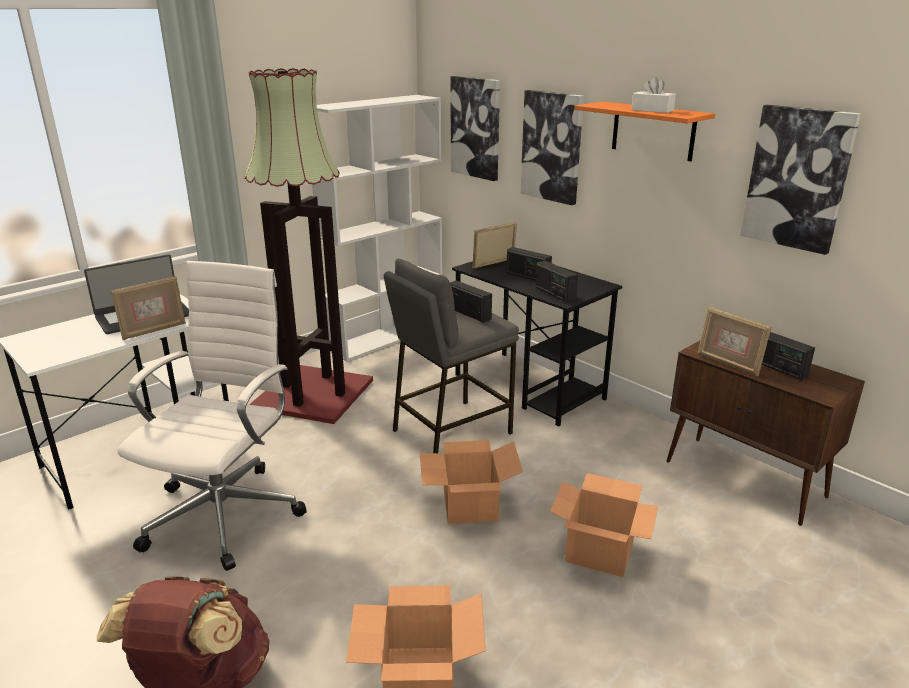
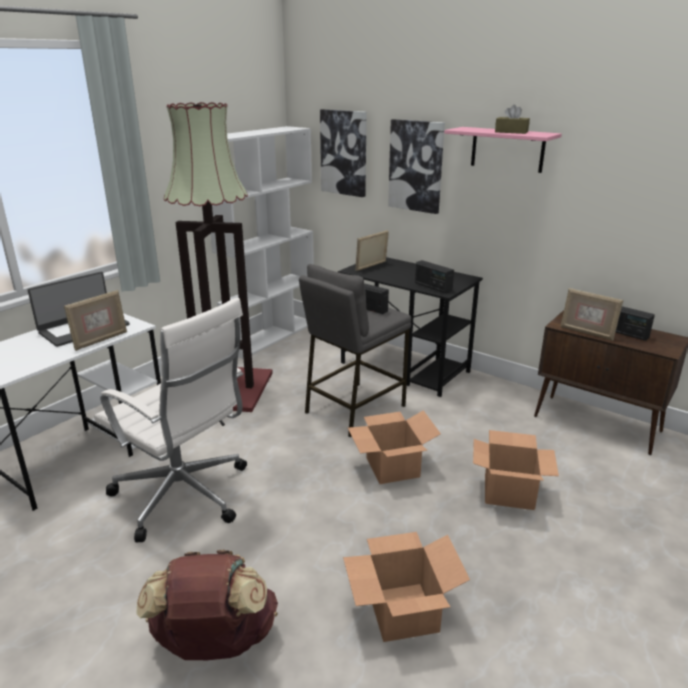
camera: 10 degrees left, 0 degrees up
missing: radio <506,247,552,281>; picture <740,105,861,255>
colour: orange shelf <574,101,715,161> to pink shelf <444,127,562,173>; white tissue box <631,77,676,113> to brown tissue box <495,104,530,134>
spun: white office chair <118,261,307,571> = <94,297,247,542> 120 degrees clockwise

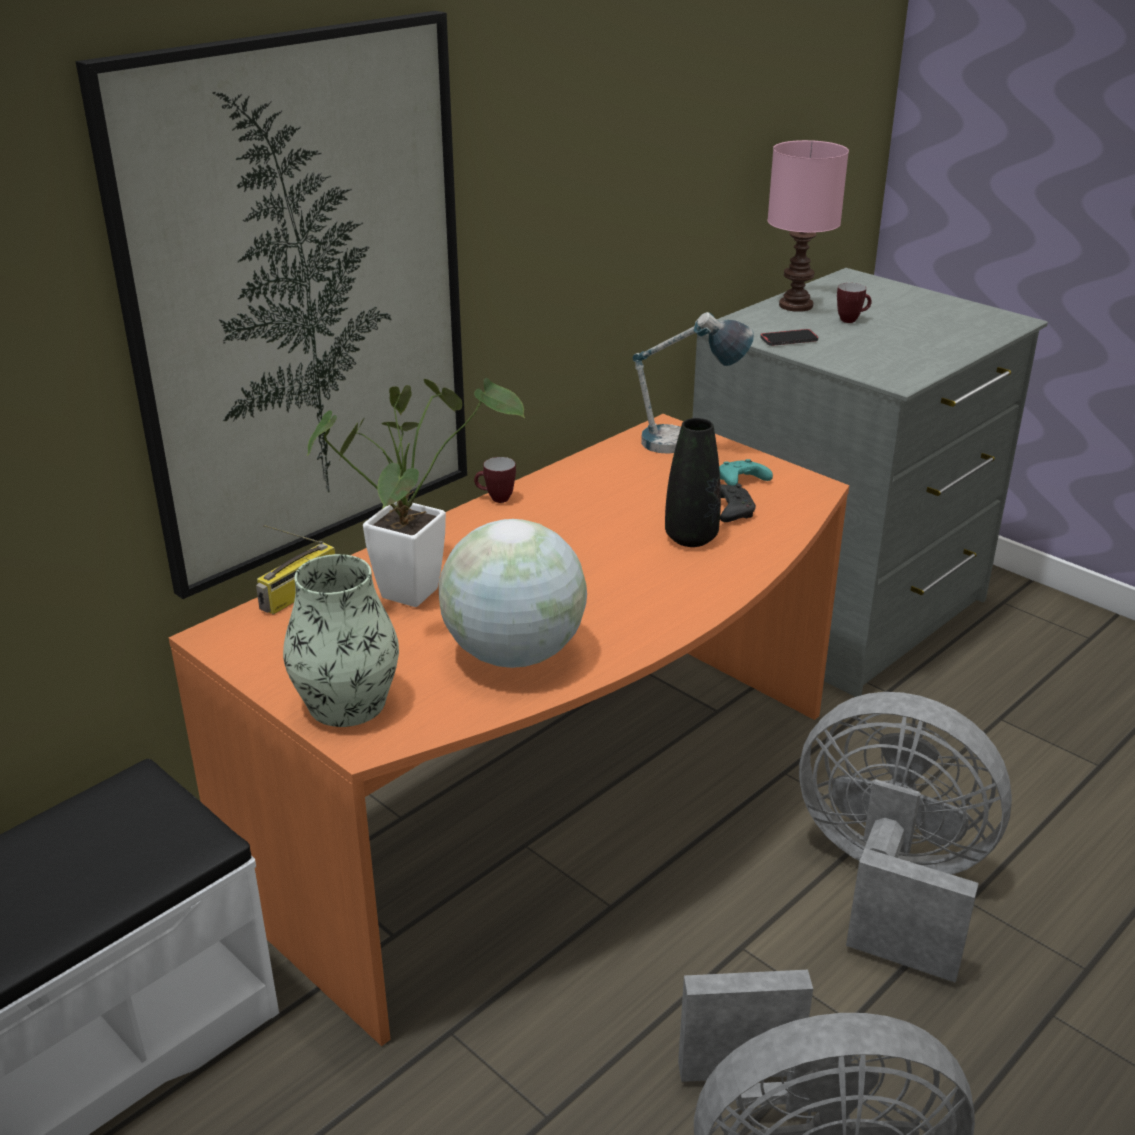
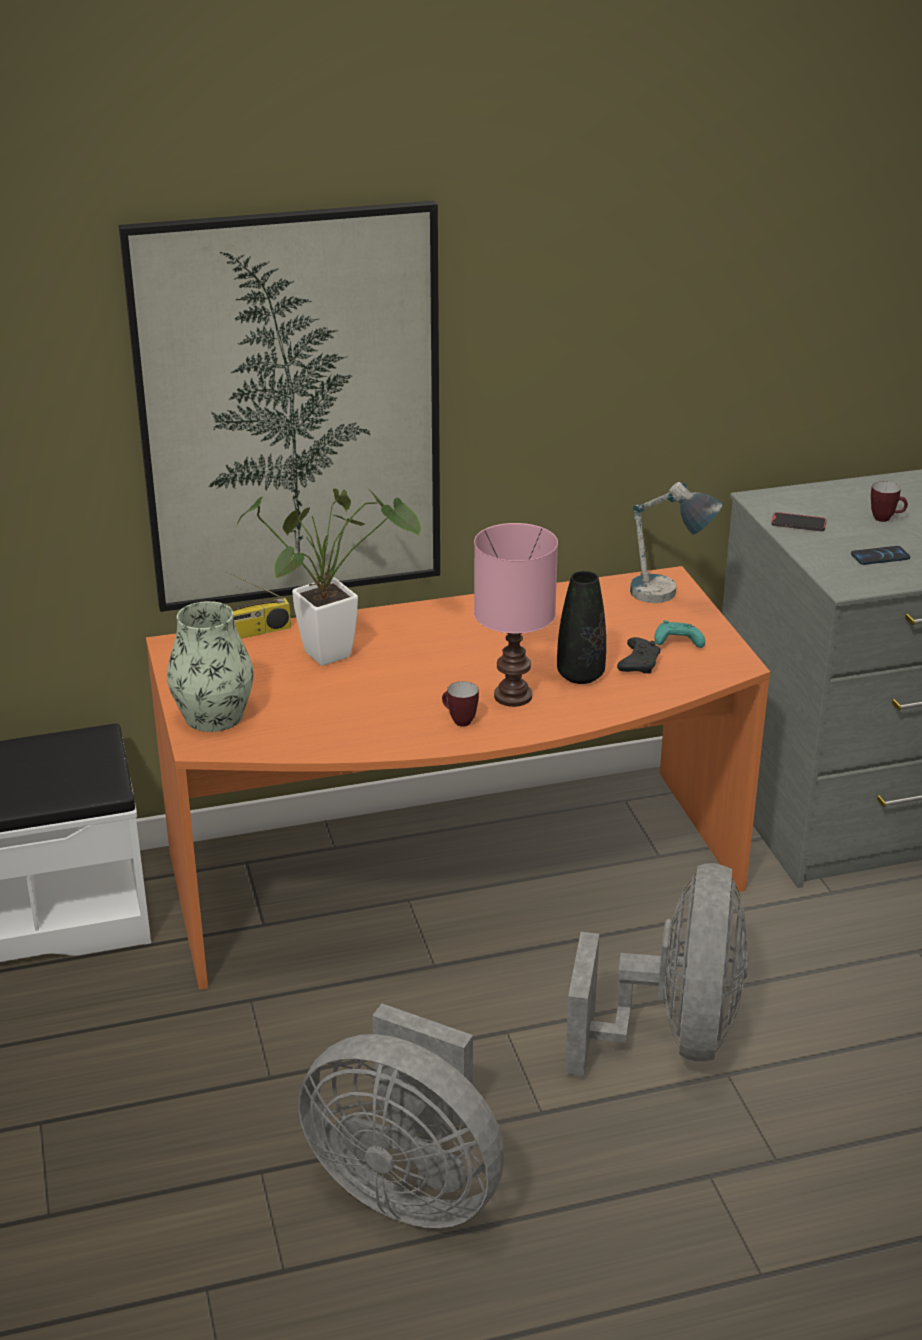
camera: 30 degrees right, 0 degrees up
missing: globe <439,519,587,668>
appeared: phone <851,546,910,565>
relocated: mug <474,457,516,503> to <442,681,479,727>; pink table lamp <767,140,849,312> to <474,523,558,707>
spun: grey fan <799,692,1012,983> = <565,863,749,1076> 45 degrees clockwise

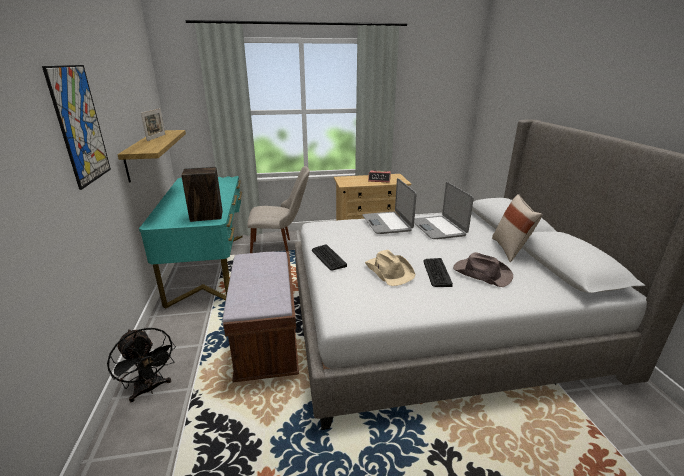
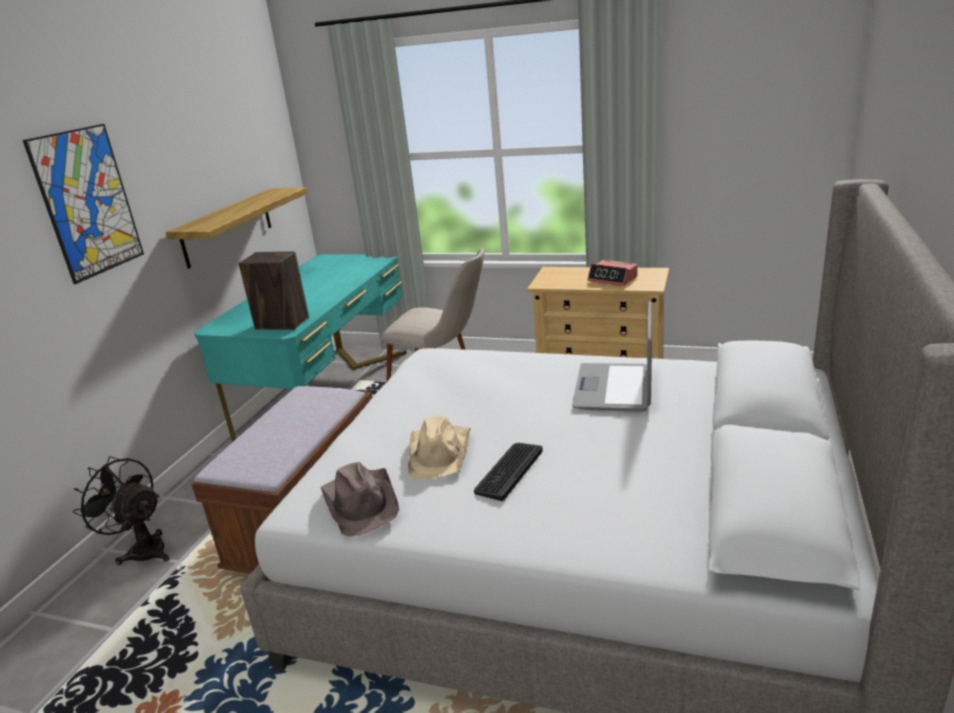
camera: 30 degrees right, 0 degrees up
missing: picture frame <141,108,165,141>; keyboard <312,244,347,270>; laptop <362,178,417,234>; beige pillow <492,194,543,262>
relocated: brown hat <453,252,513,287> to <321,462,399,536>
spun: black fan <107,328,176,402> = <73,456,169,565> 135 degrees clockwise

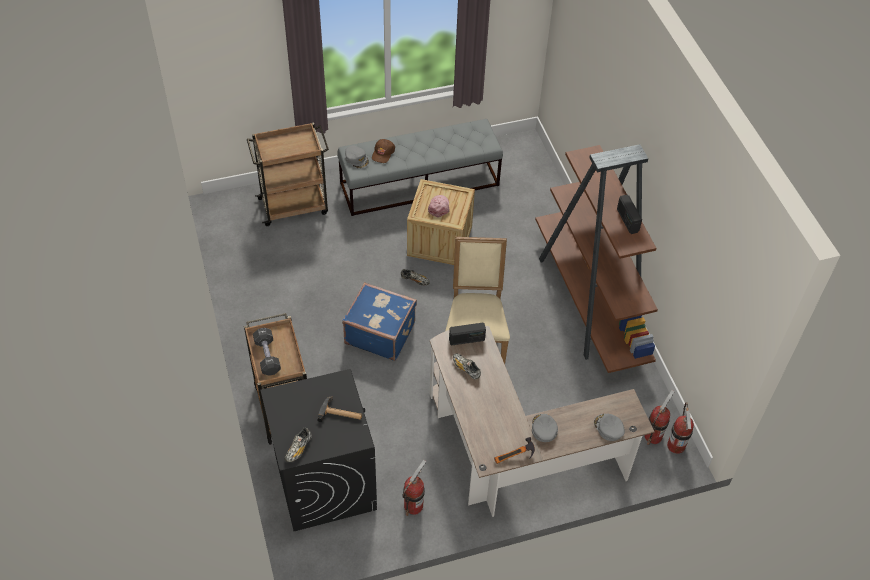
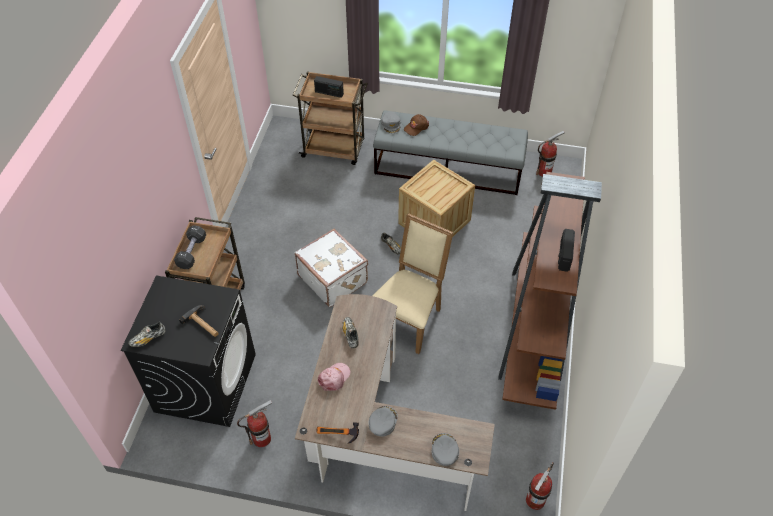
camera: 30 degrees right, 0 degrees up
relocated: pink cap <428,195,450,218> to <318,363,350,391>; radio <449,323,486,345> to <314,76,344,98>; fire extinguisher <644,390,675,445> to <536,131,565,177>
colour: blue suitcase <342,282,417,361> to white suitcase <295,228,368,307>

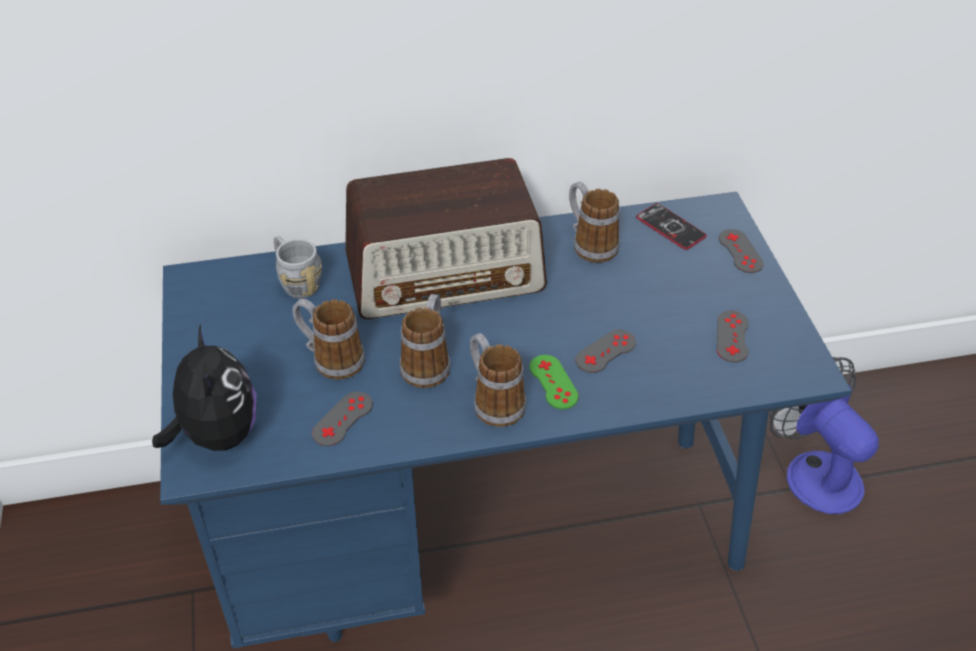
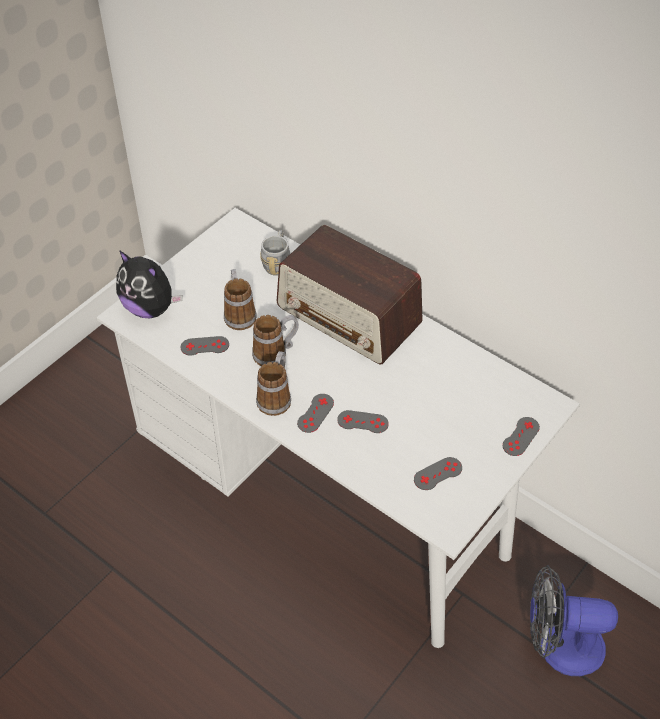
camera: 50 degrees right, 5 degrees up
missing: mug <569,181,620,263>; phone <636,203,707,250>
colour: blue desk <160,192,852,648> to white desk <96,208,580,648>; green game controller <529,355,579,409> to grey game controller <297,394,334,433>
spun: plush toy <152,325,256,451> = <116,250,182,318> 90 degrees clockwise; fan <770,357,879,514> = <530,565,618,676> 105 degrees counterclockwise

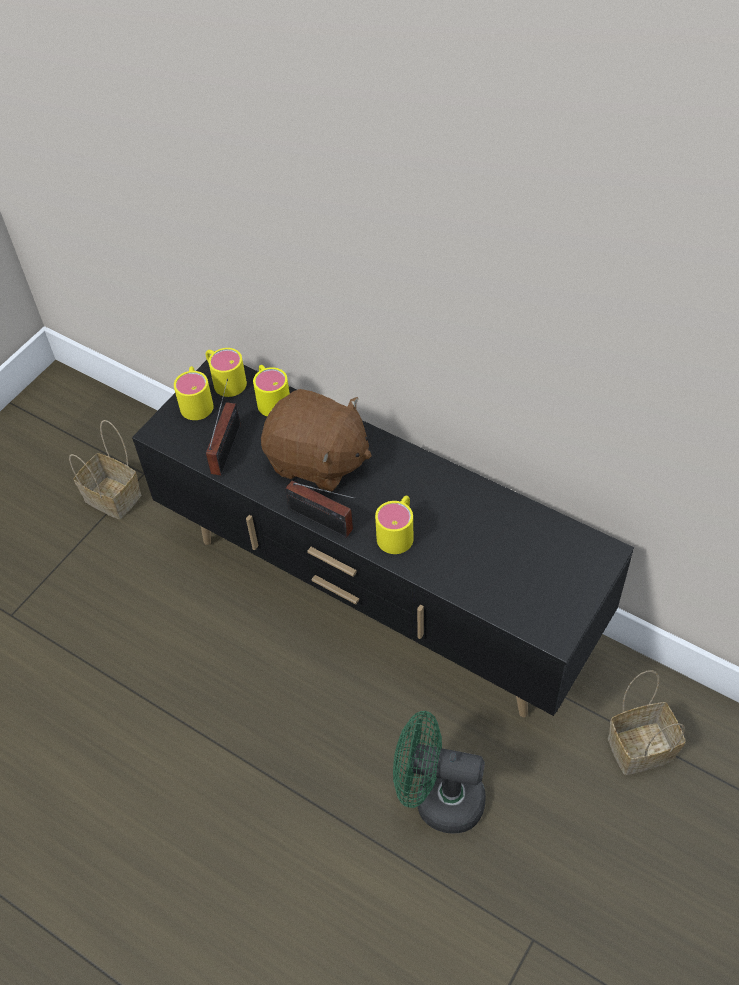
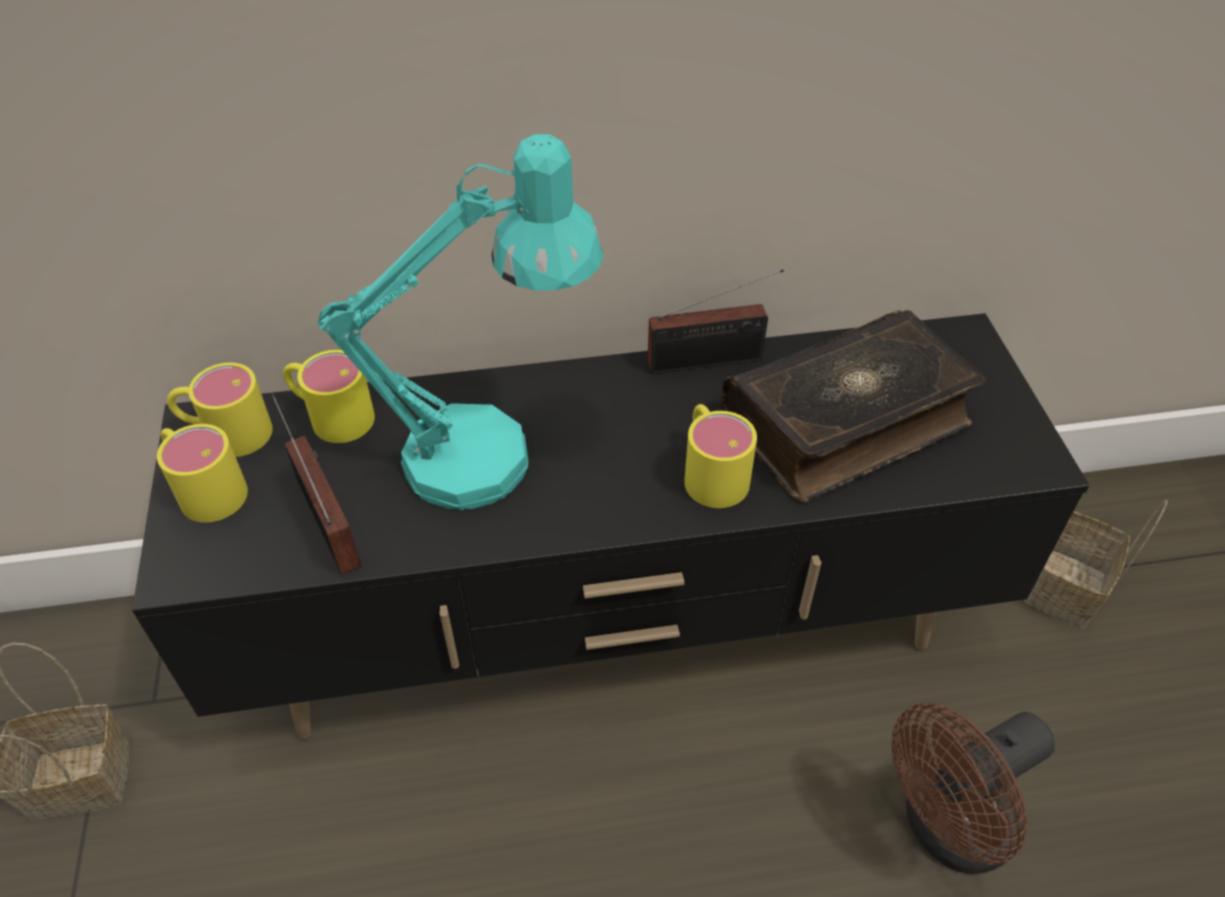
camera: 45 degrees left, 5 degrees down
appeared: book <721,310,986,502>
relocated: radio <285,481,356,538> to <648,269,784,374>
exchanged: brown plush toy <261,389,371,492> to turquoise table lamp <318,134,604,510>
colour: green fan <393,711,486,834> to brown fan <892,703,1055,874>

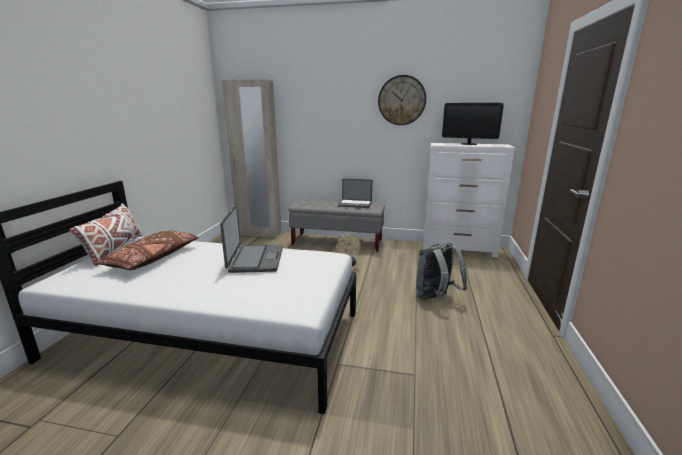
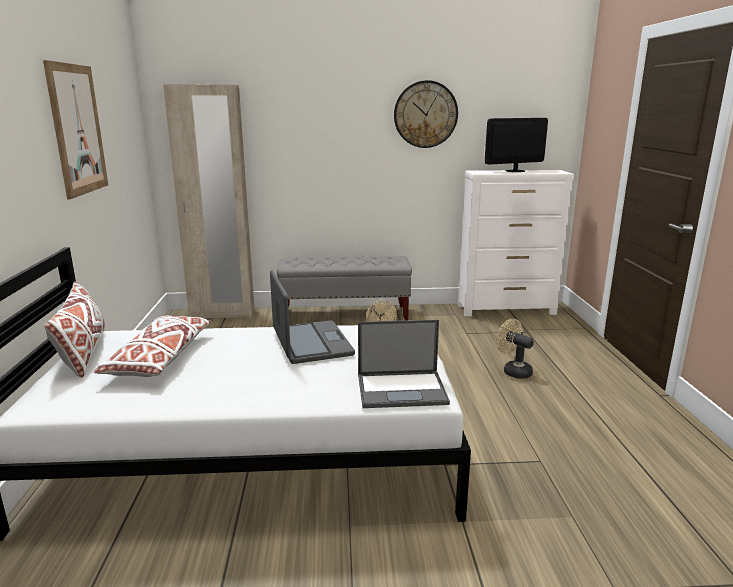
camera: 15 degrees left, 0 degrees up
appeared: picture <43,60,108,199>
relocated: laptop <338,179,372,208> to <358,320,450,408>
exchanged: grey backpack <416,242,467,299> to beige fan <497,319,534,379>
colour: brown pillow <95,230,199,270> to white pillow <94,316,212,377>
spun: monitor <442,103,504,145> = <485,118,548,172> 150 degrees clockwise

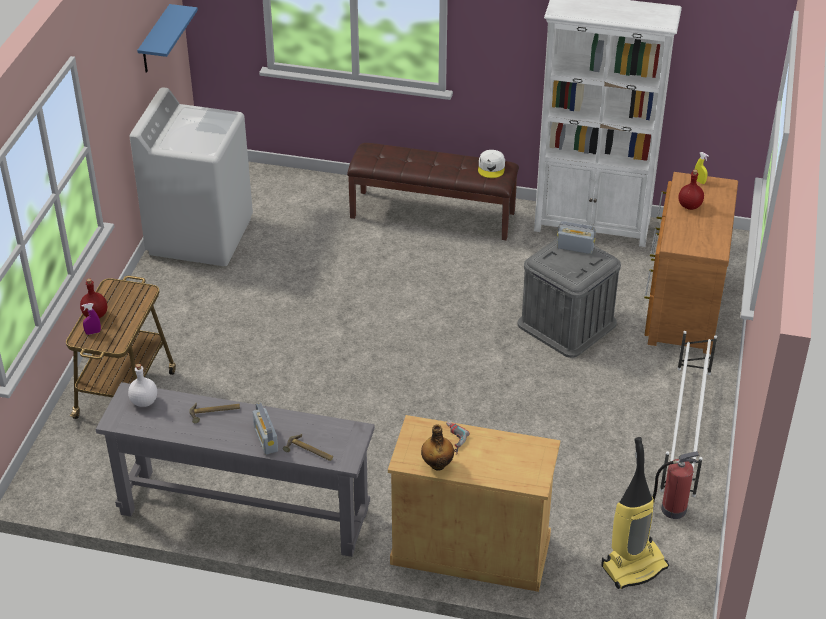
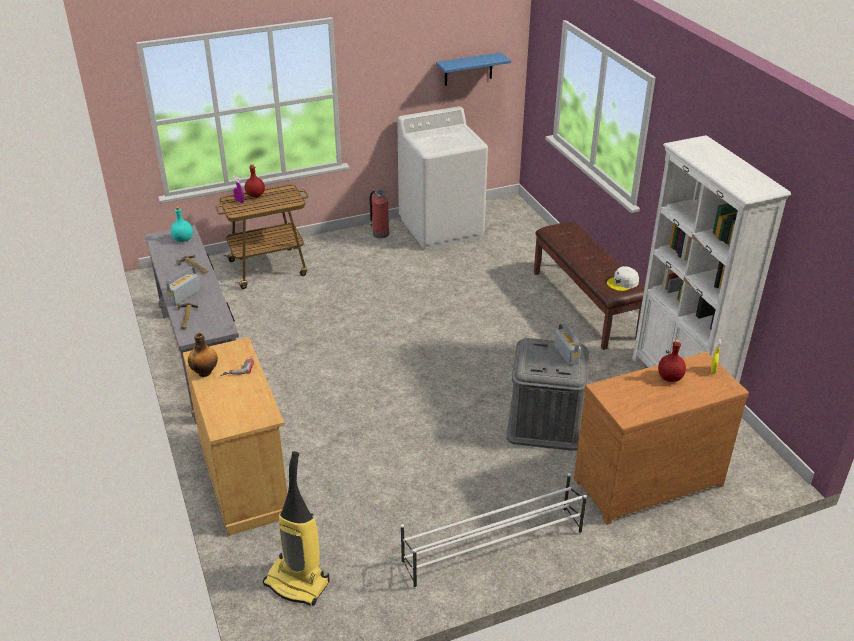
camera: 55 degrees right, 5 degrees down
relocated: fire extinguisher <653,451,700,519> to <369,189,389,239>
colour: white bottle <128,364,157,407> to turquoise bottle <171,206,193,242>

